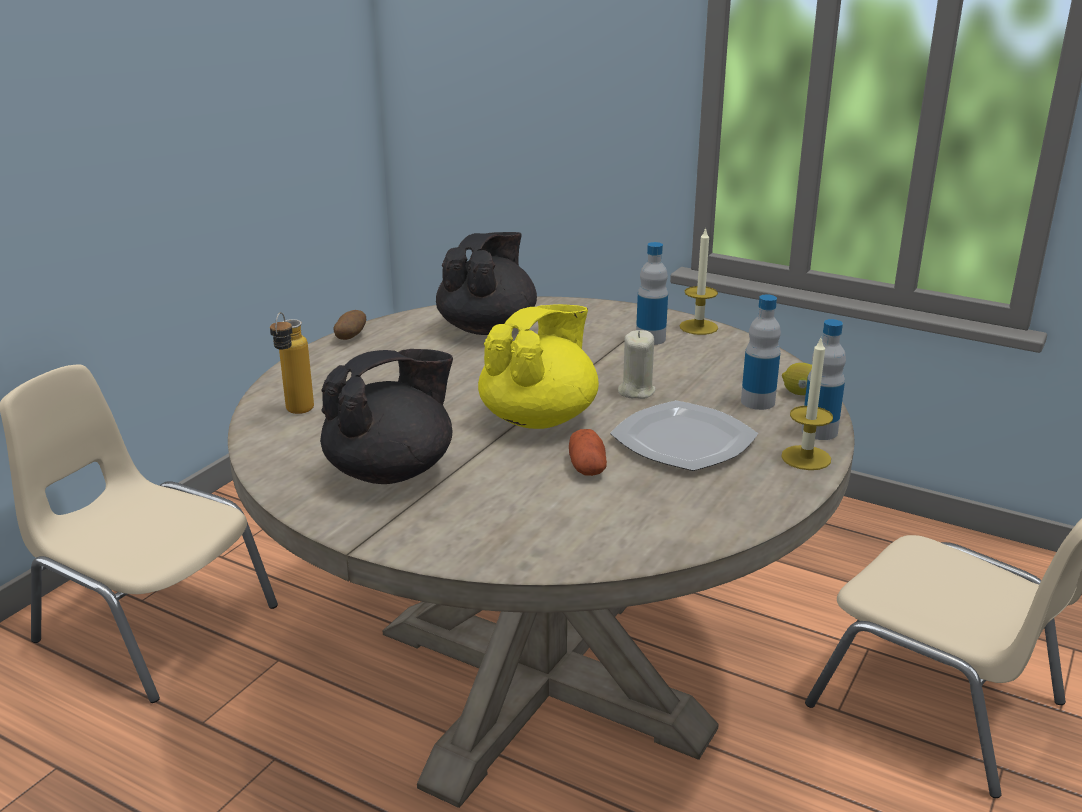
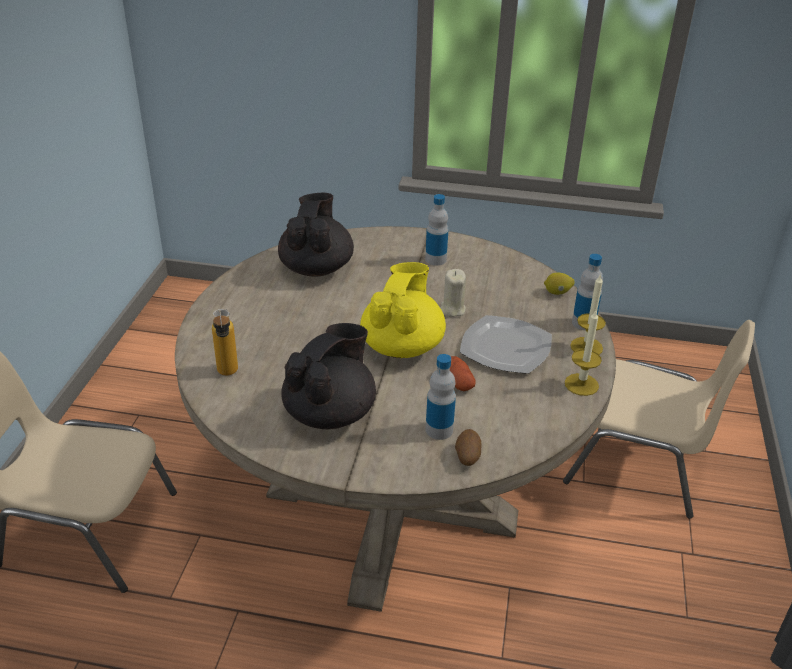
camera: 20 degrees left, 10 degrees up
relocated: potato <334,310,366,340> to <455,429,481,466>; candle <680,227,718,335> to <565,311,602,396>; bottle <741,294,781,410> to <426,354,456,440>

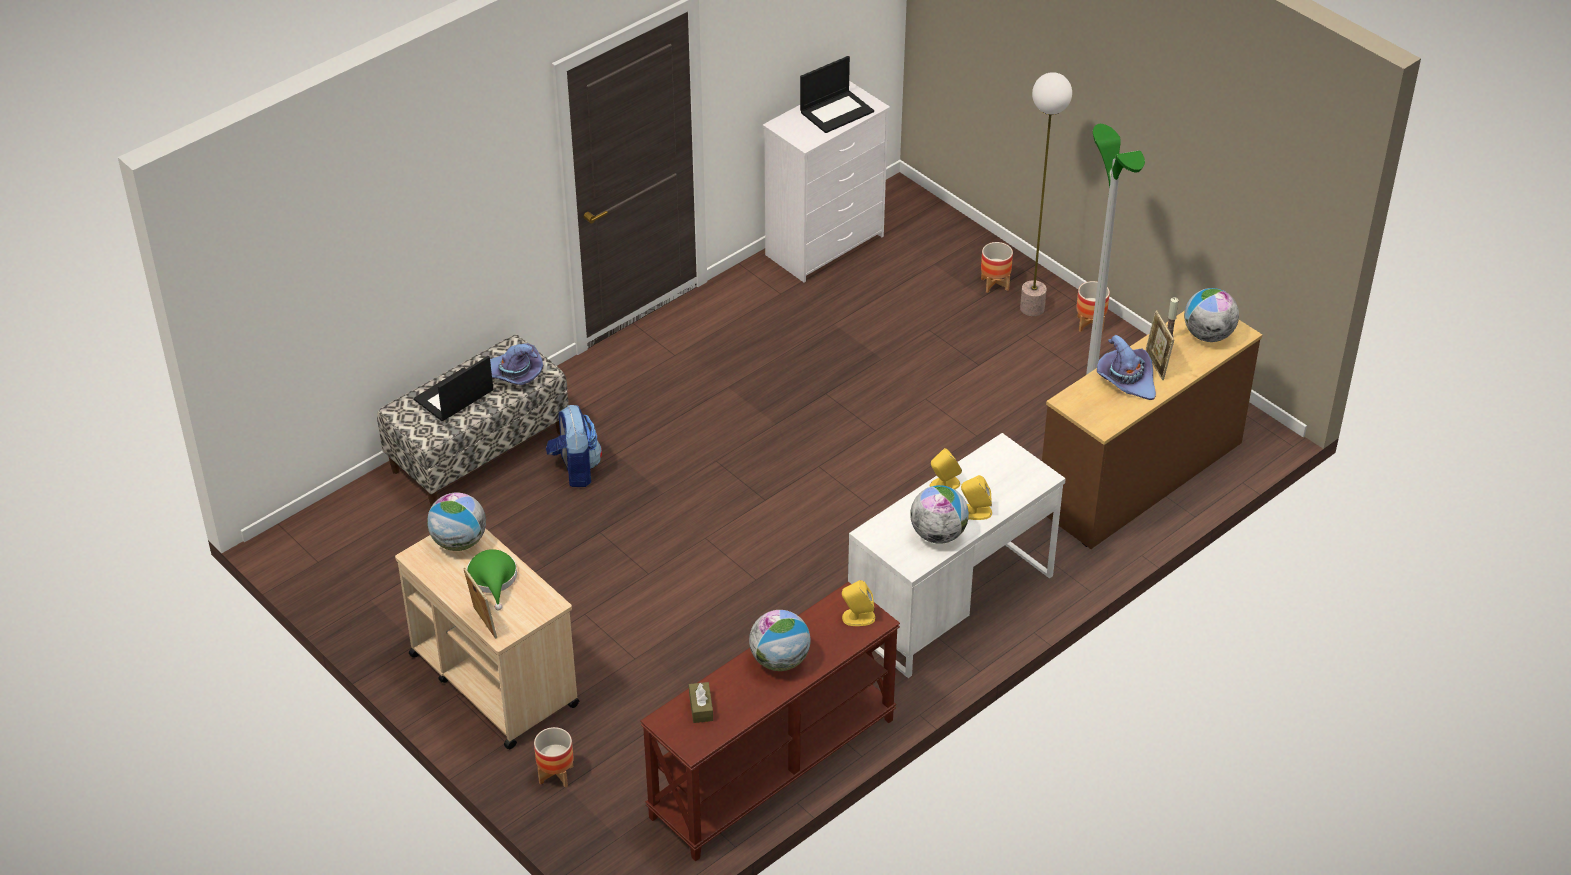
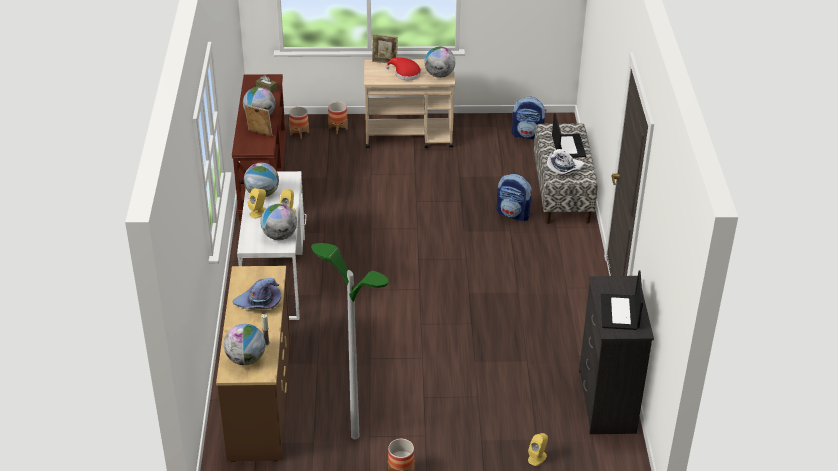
camera: 130 degrees right, 5 degrees down
missing: floor lamp <1020,72,1072,316>
appeared: globe <260,204,297,240>; backpack <511,97,546,139>
relocated: yellow speaker <842,580,875,626> to <528,433,548,466>; planter <981,242,1013,293> to <289,107,309,139>; picture frame <1145,310,1174,380> to <244,105,273,136>
colour: green hat <467,549,517,610> to red hat <385,57,421,80>; purple hat <490,343,543,385> to white hat <547,149,584,175>; white dresser <763,81,890,282> to black dresser <579,276,654,434>

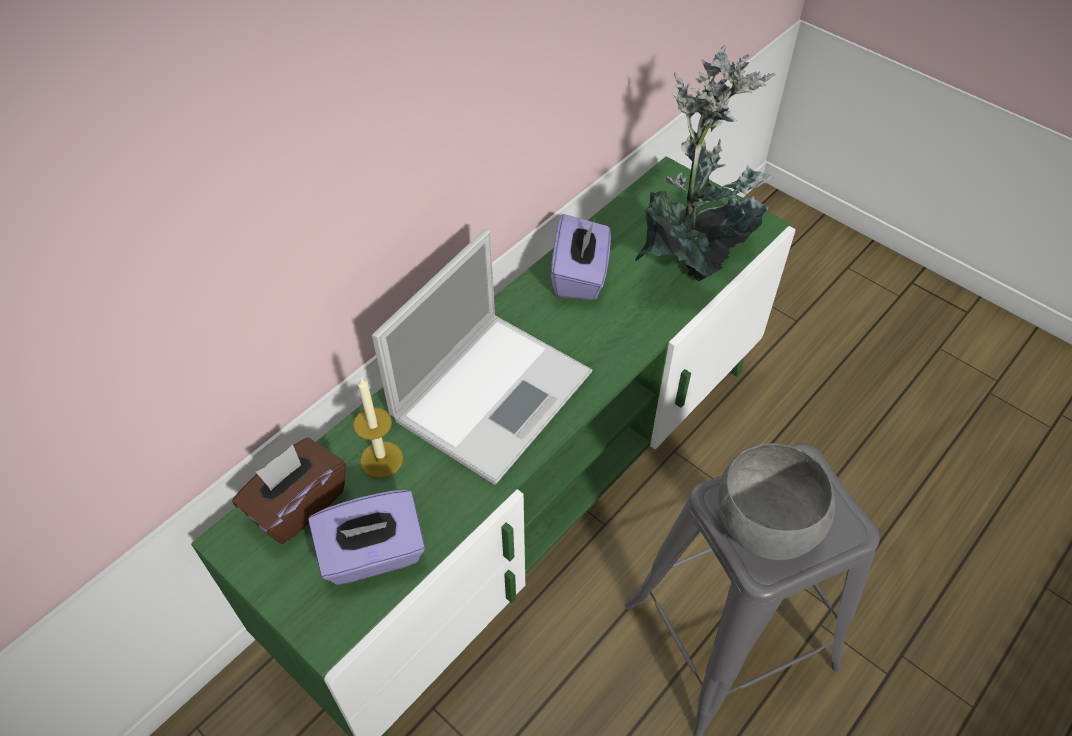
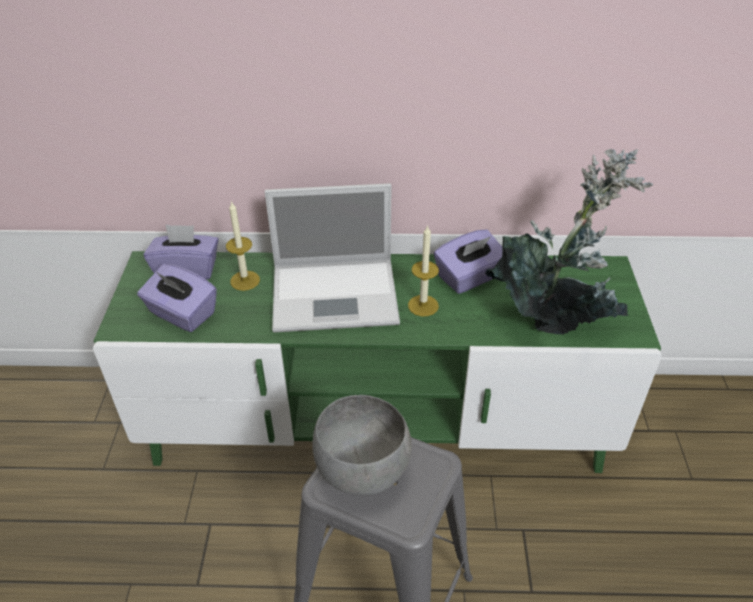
camera: 50 degrees right, 10 degrees down
appeared: candle <408,225,439,316>
colour: brown tissue box <232,437,346,544> to purple tissue box <144,224,219,279>

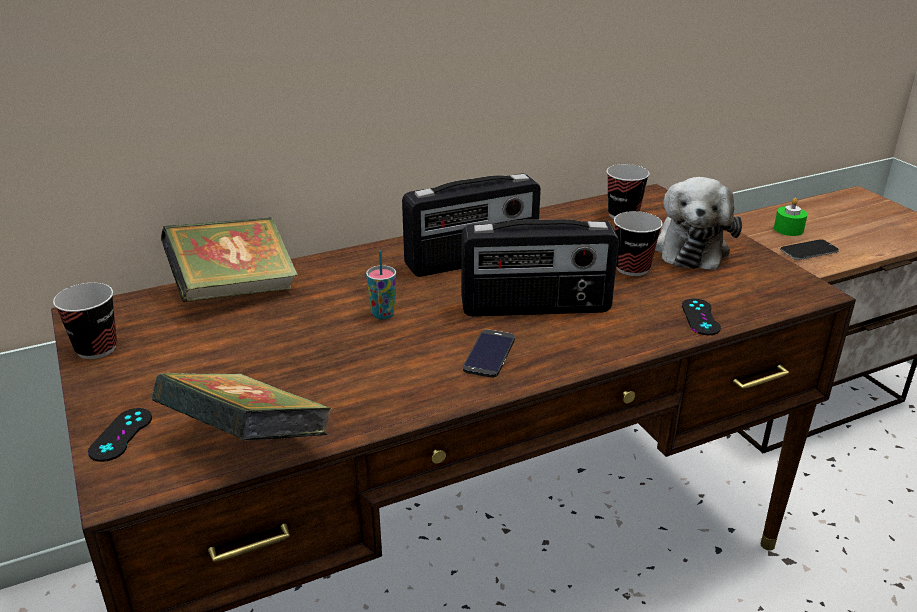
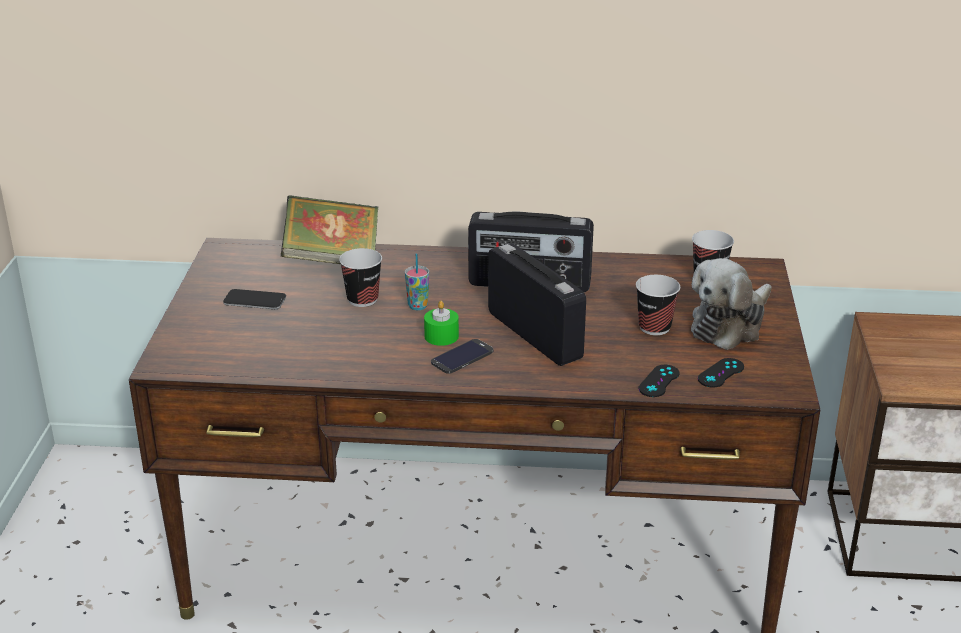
camera: 30 degrees right, 0 degrees up
missing: book <152,372,332,440>
relocated: cup <53,283,117,359> to <339,248,382,307>; black game controller <88,408,152,462> to <698,358,744,388>; green candle <774,198,808,236> to <424,301,459,346>; phone <780,239,839,260> to <223,289,286,309>
spun: radio <461,219,619,317> = <488,243,586,366> 150 degrees counterclockwise

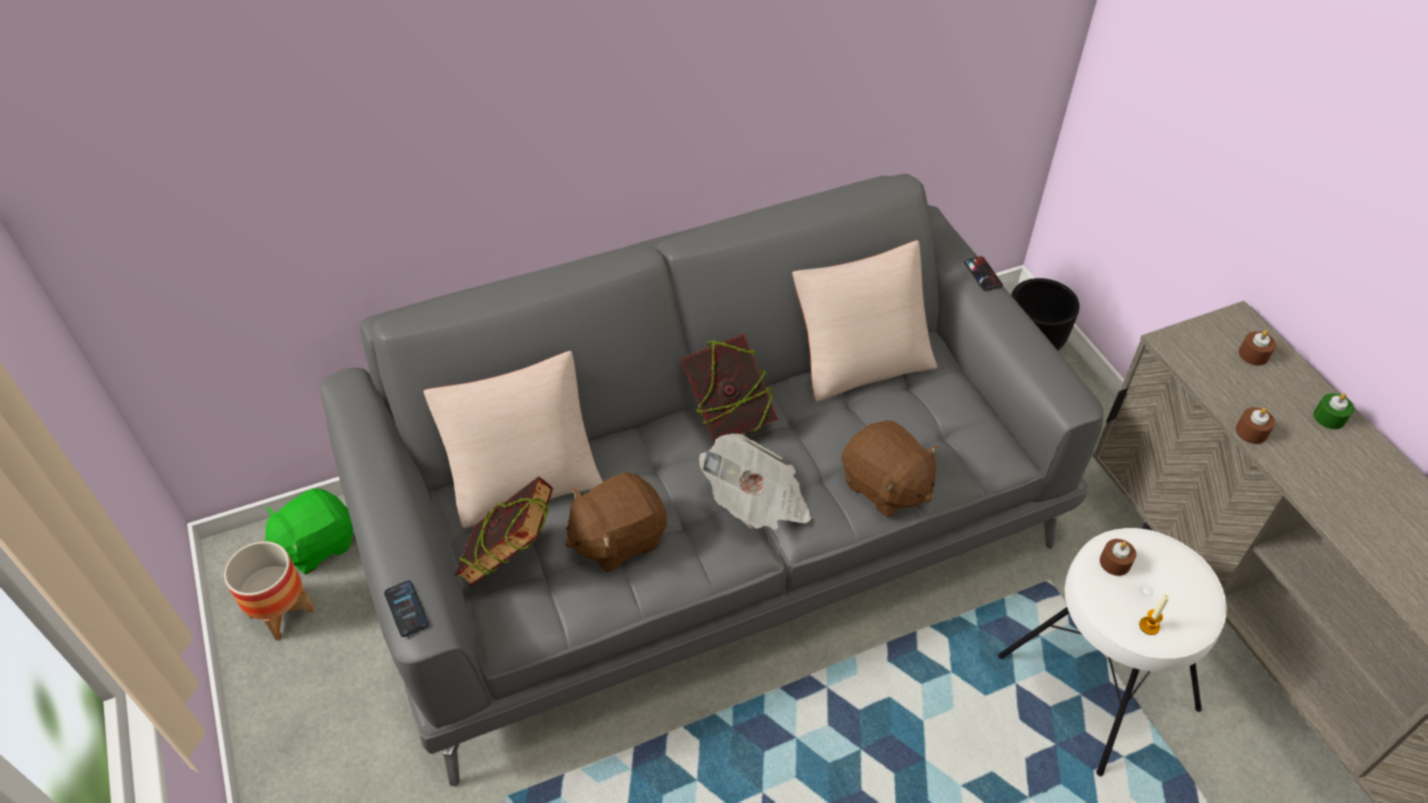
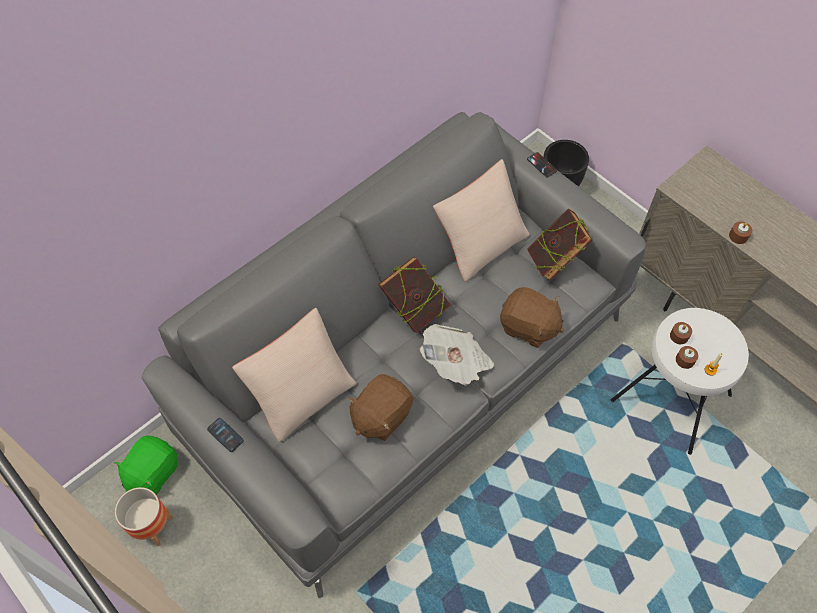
camera: 20 degrees left, 10 degrees up
missing: green candle <1314,393,1354,429>
relocated: phone <384,581,429,637> to <207,418,244,452>; book <455,476,553,587> to <527,208,593,281>; brown candle <1239,330,1276,366> to <676,346,698,369>

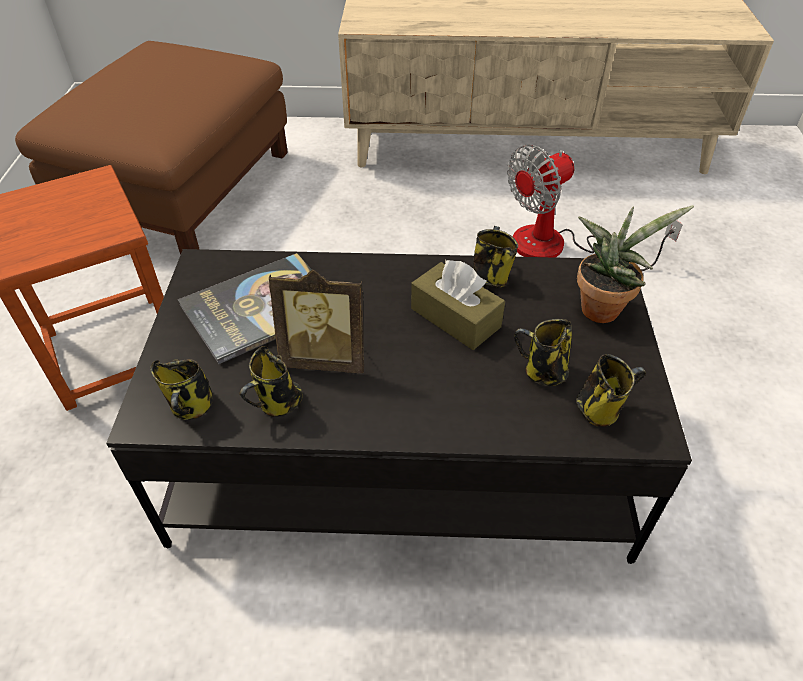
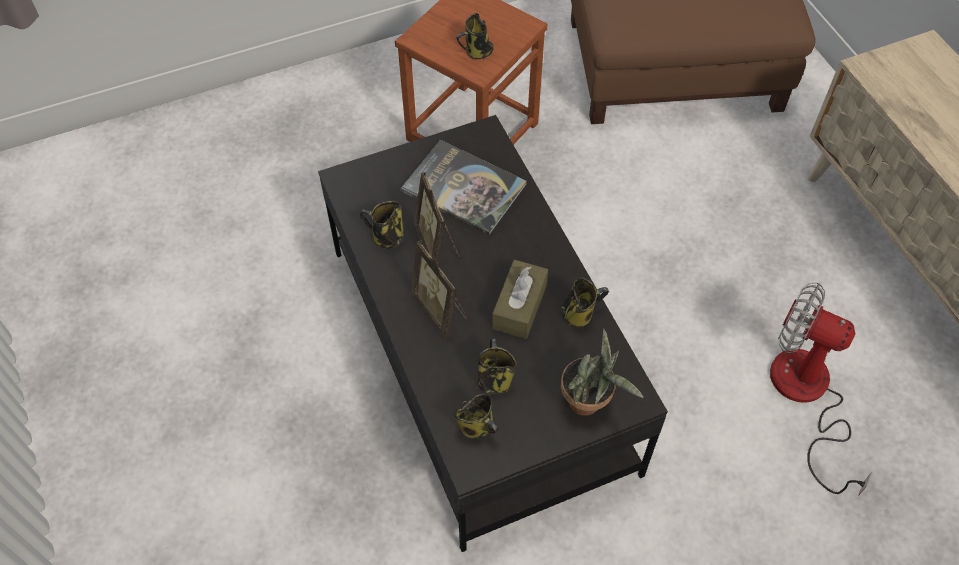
camera: 65 degrees right, 10 degrees up
appeared: picture frame <411,241,468,340>
relocated: mug <150,359,213,420> to <456,13,494,59>

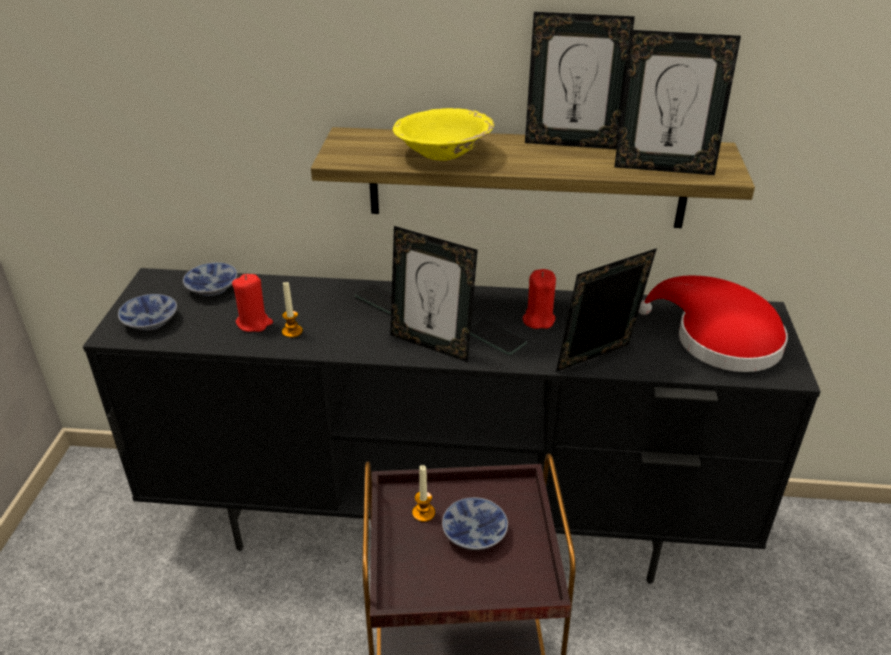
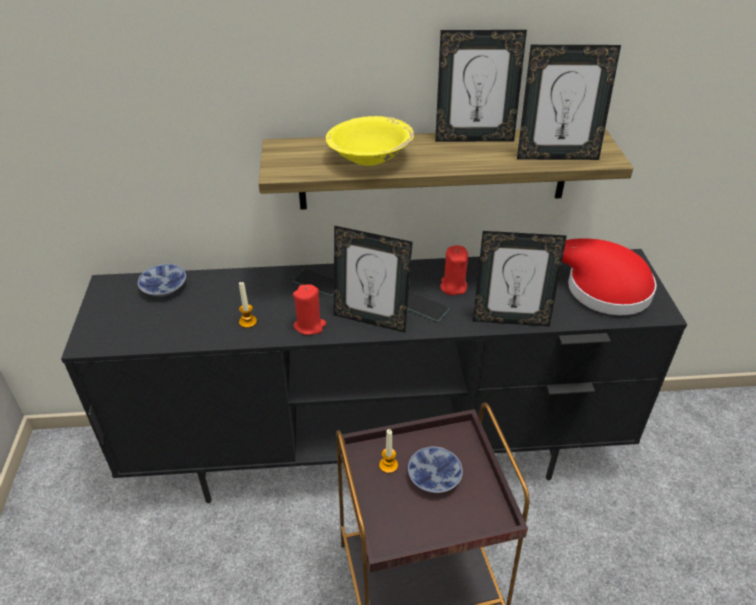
camera: 10 degrees left, 5 degrees up
missing: bowl <118,294,177,331>
relocated: red candle <232,274,273,332> to <293,284,326,335>
spun: picture frame <556,248,657,372> = <473,231,567,326> 135 degrees counterclockwise

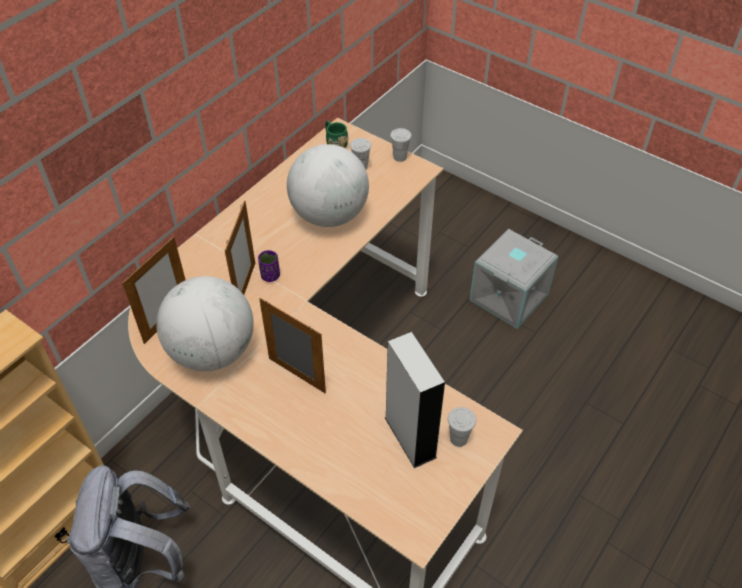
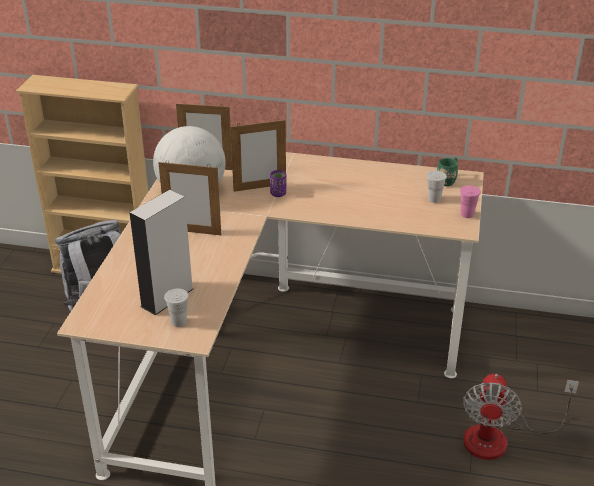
camera: 65 degrees right, 15 degrees down
missing: globe <287,144,369,227>
exchanged: grey storage box <469,229,558,329> to fan <463,374,579,460>
colour: white cup <390,128,411,162> to pink cup <460,185,481,218>
spun: picture frame <259,298,326,393> = <158,160,221,235> 90 degrees clockwise

